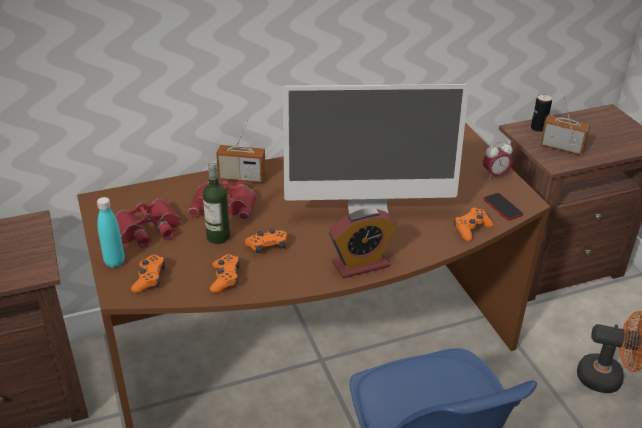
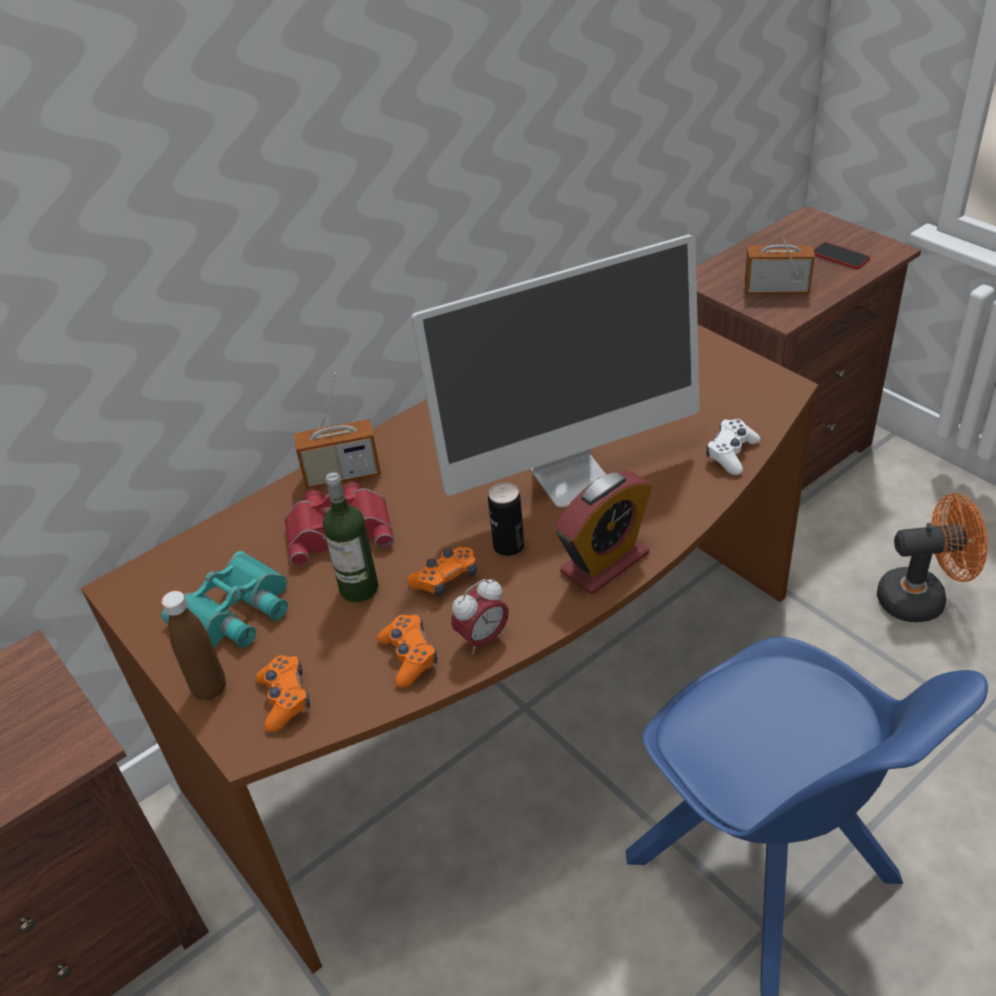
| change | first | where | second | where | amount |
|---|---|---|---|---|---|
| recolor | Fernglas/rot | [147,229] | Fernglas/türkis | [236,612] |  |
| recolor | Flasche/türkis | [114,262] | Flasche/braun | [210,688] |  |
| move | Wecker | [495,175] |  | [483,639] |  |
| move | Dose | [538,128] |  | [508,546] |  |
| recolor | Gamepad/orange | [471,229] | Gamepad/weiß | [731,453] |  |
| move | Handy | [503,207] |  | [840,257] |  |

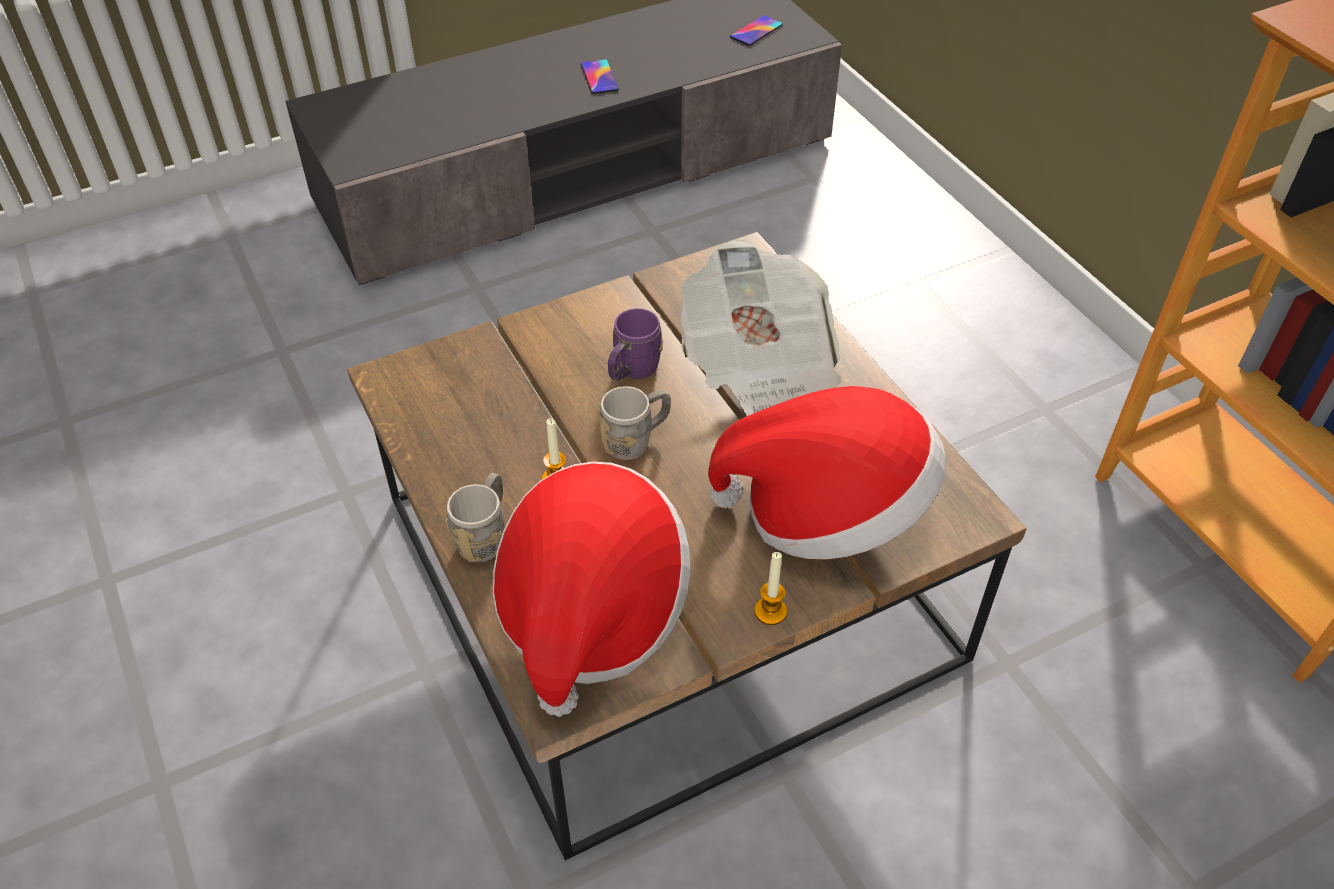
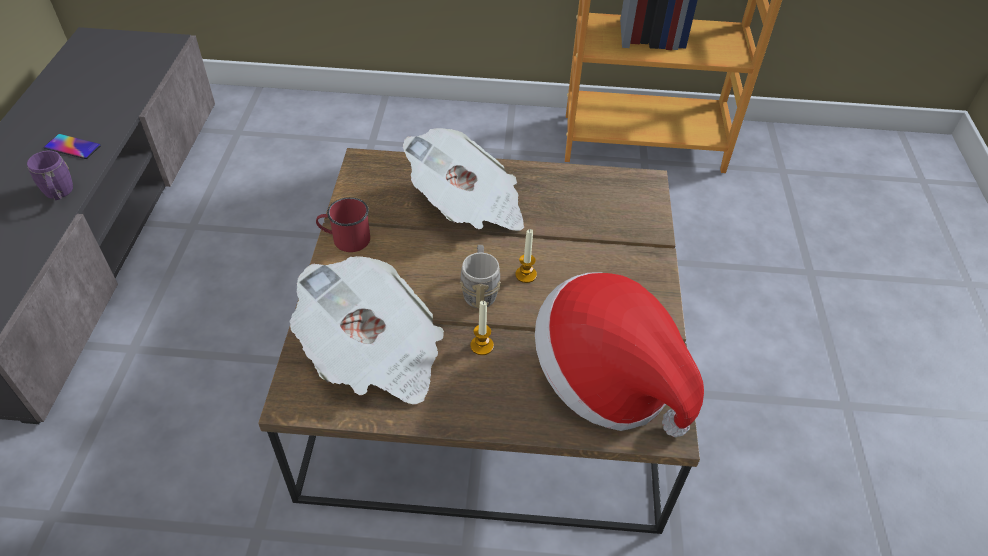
| change | first | where | second | where | amount |
|---|---|---|---|---|---|
| move | Henkelbecher/lila | [632,371] |  | [60,194] |  |
| insert |  |  | Zeitung | [375,355] |  |
| insert |  |  | Henkelbecher/rot | [345,239] |  |
| move | Kerze | [770,611] |  | [526,275] |  |
| delete | Henkelbecher/grau | [485,536] |  |  |  |
| delete | Hut | [827,511] |  |  |  |
| delete | Handy | [756,31] |  |  |  |

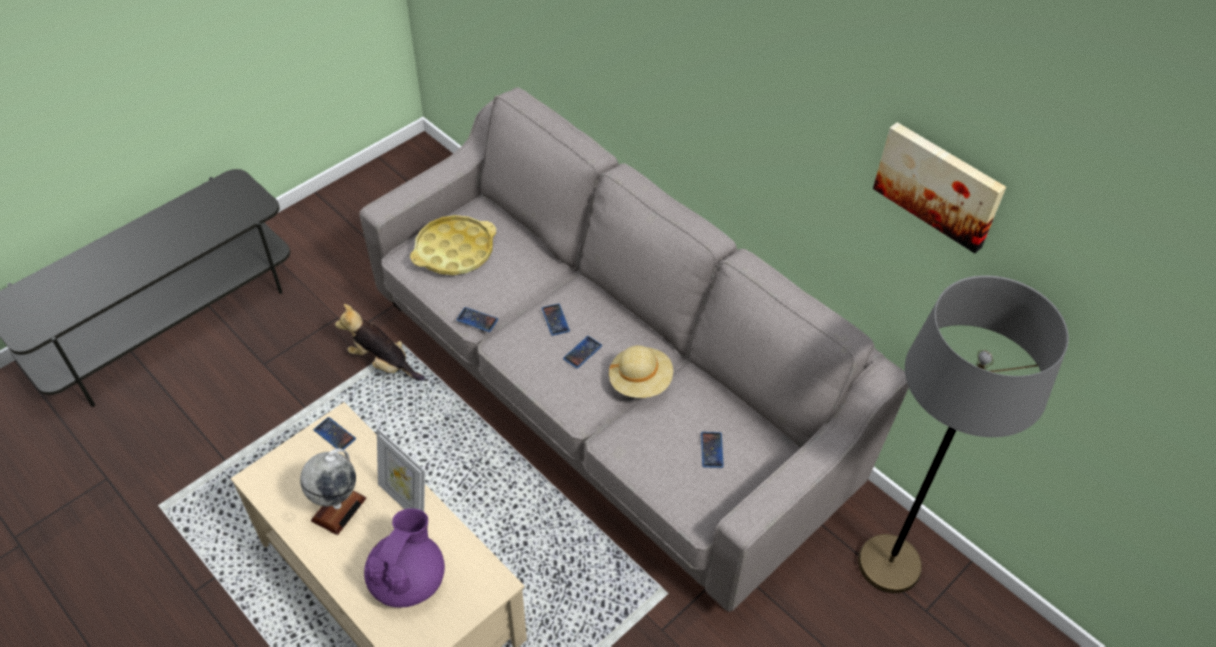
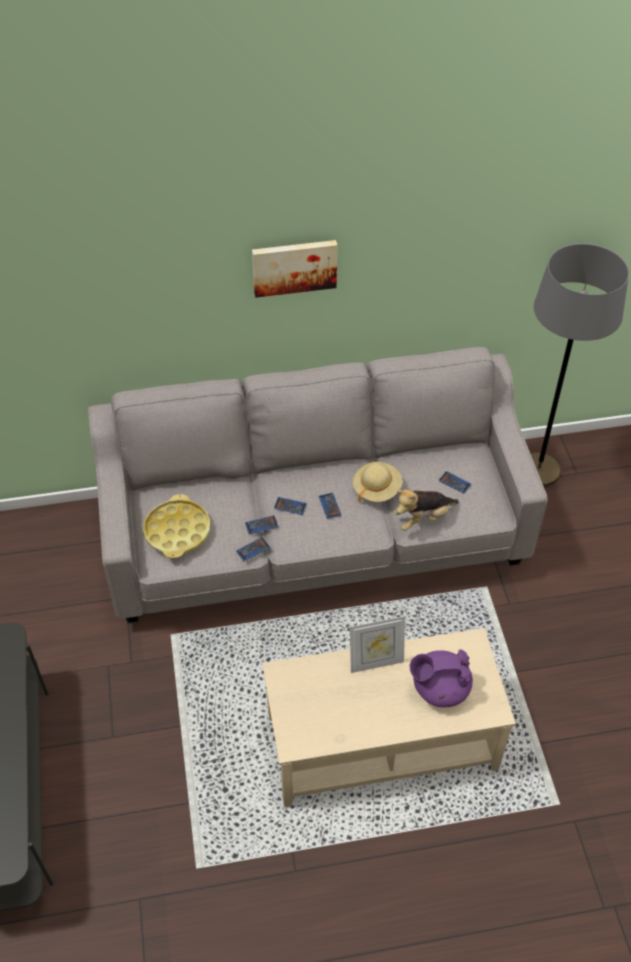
| change | first | where | second | where | amount |
|---|---|---|---|---|---|
| move | Handy | [335,434] |  | [261,525] |  |
| move | Bild | [939,185] |  | [294,266] |  |
| move | Plüschtier | [383,363] |  | [423,518] |  |
| rotate | Teekanne/lila | [408,579] |  | [439,688] | 60 degrees counterclockwise |
| delete | Globus | [338,509] |  |  |  |

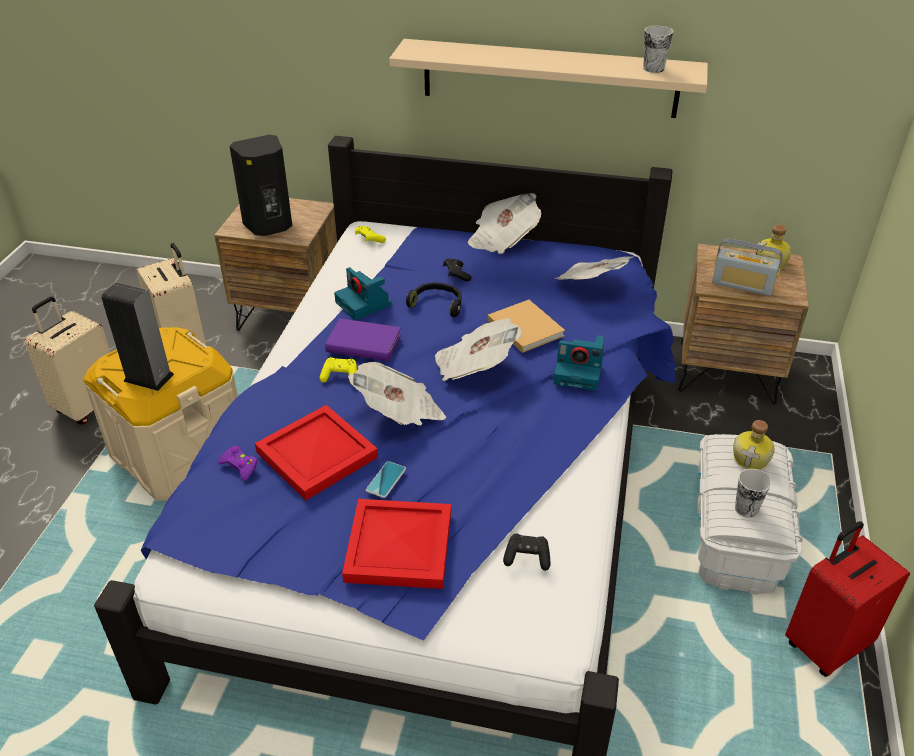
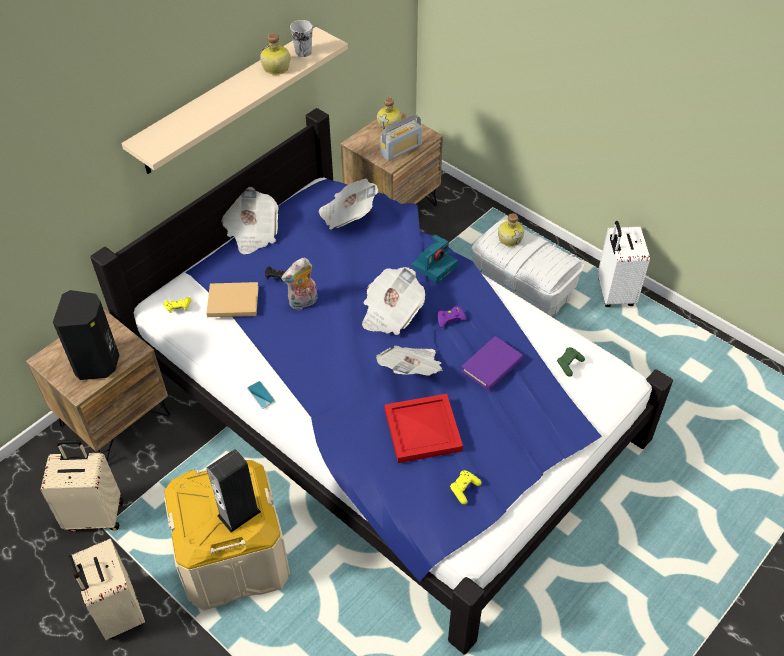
| change | first | where | second | where | amount |
|---|---|---|---|---|---|
| move | Buch/beige | [524,327] |  | [231,301] |  |
| move | Handy | [386,480] |  | [261,395] |  |
| insert |  |  | Flasche | [276,68] |  |
| replace | Kopfhörer/schwarz | [437,304] | Plüschtier | [303,303] |  |
| move | Gamepad/lila | [240,466] |  | [450,319] |  |
| move | Gamepad/gelb | [340,376] |  | [464,489] |  |
| move | Buch/lila | [363,344] |  | [491,365] |  |
| recolor | Gamepad/schwarz | [527,557] | Gamepad/grün | [569,364] |  |
| recolor | Koffer/rot | [825,644] | Koffer/weiß | [614,293] |  |
| delete | Kamera | [364,304] |  |  |  |
| delete | Tablett/rot | [397,545] |  |  |  |
| delete | Tasse | [746,509] |  |  |  |

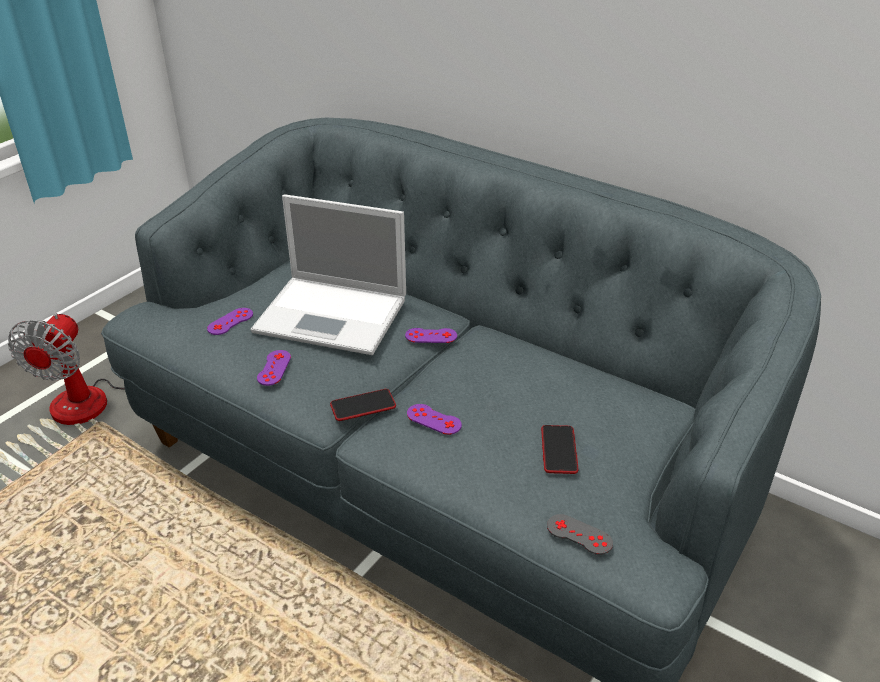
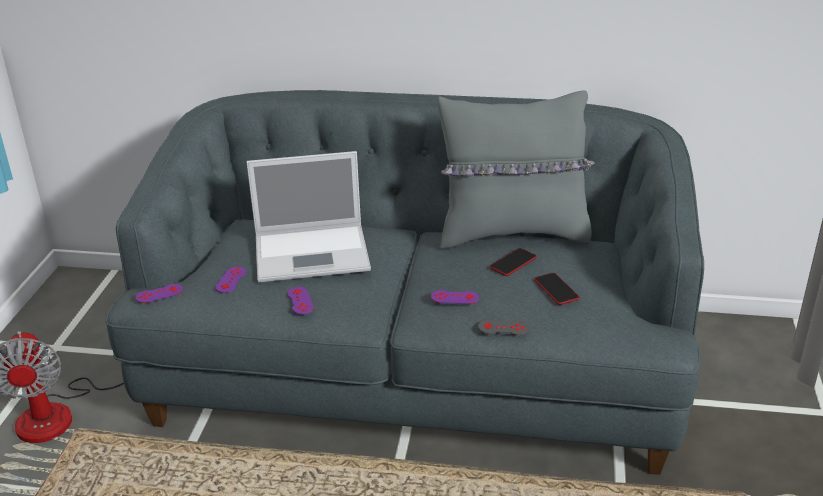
| change | first | where | second | where | amount |
|---|---|---|---|---|---|
| move | Gamepad/lila | [431,336] |  | [159,294] |  |
| insert |  |  | Kissen/grau | [513,233] |  |
| move | Gamepad/grau | [579,534] |  | [503,328] |  |
| move | Handy | [363,406] |  | [513,263] |  |

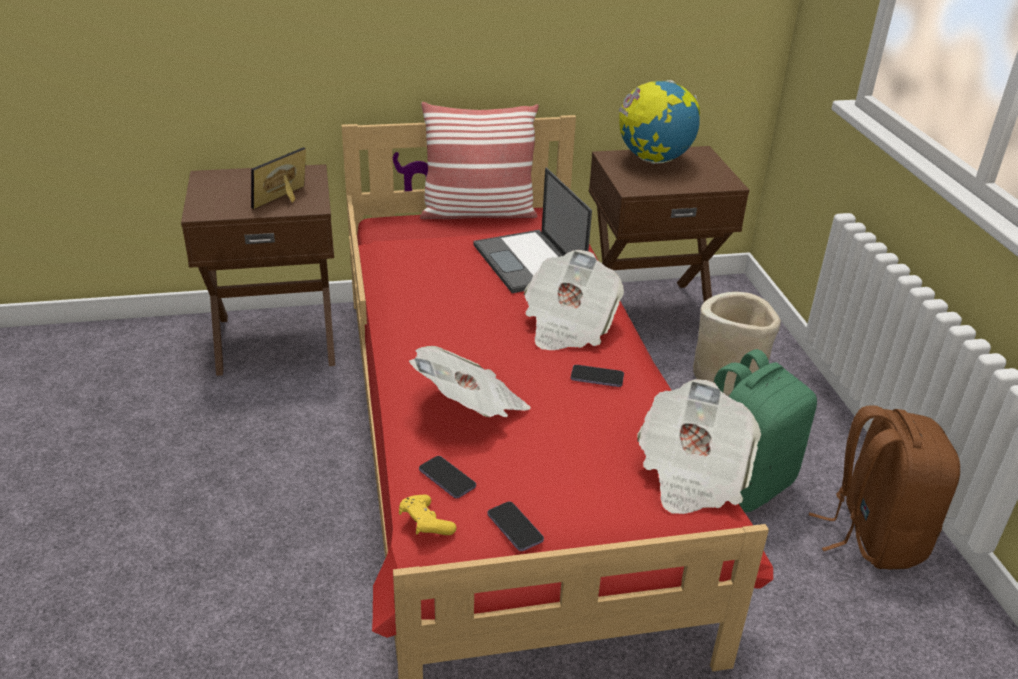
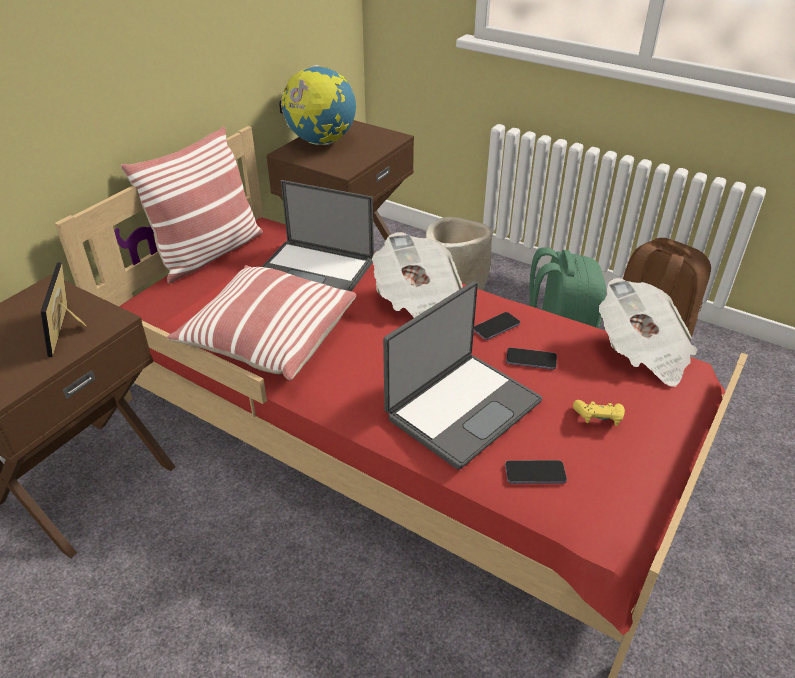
| change | first | where | second | where | amount |
|---|---|---|---|---|---|
| insert |  |  | Kissen | [268,338] |  |
| replace | Zeitung | [471,408] | Laptop | [461,408] |  |
| move | Handy | [515,527] |  | [531,360] |  |
| move | Gamepad/gelb | [425,524] |  | [598,419] |  |

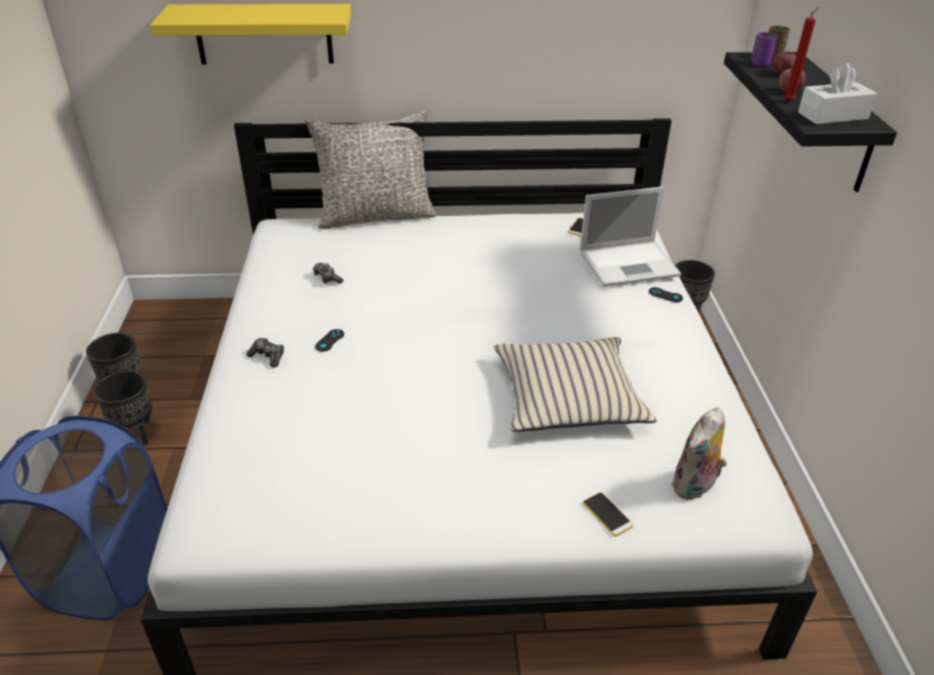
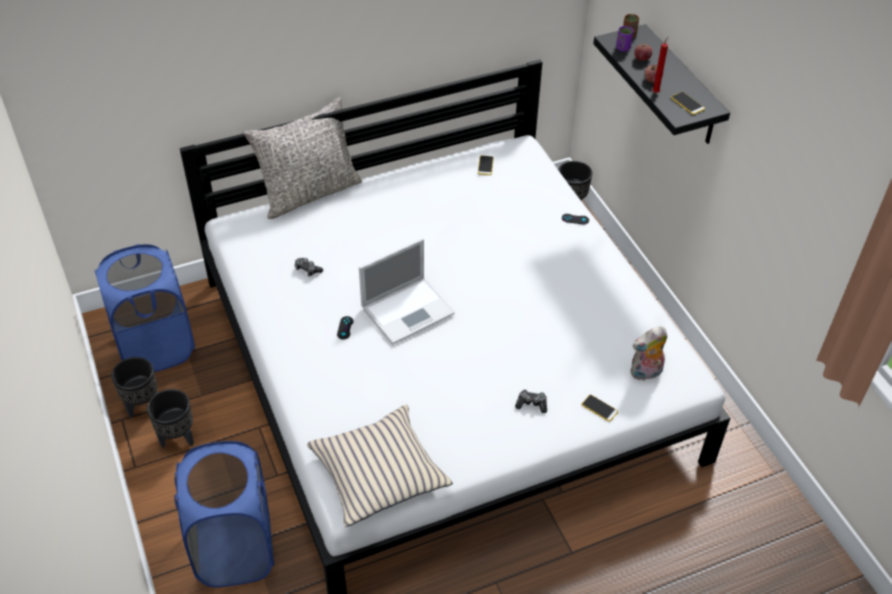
| change | first | where | second | where | amount |
|---|---|---|---|---|---|
| insert |  |  | Wäschekorb/blau | [156,346] |  |
| move | Kissen/beige | [568,396] |  | [378,472] |  |
| move | Laptop | [630,263] |  | [409,310] |  |
| move | Gamepad | [268,356] |  | [531,404] |  |
| rotate | Plüschtier | [695,487] |  | [645,373] | 45 degrees clockwise |
| replace | Taschentuchbox/weiß | [833,115] | Handy | [687,103] |  |
| delete | Wandregal/gelb | [264,34] |  |  |  |

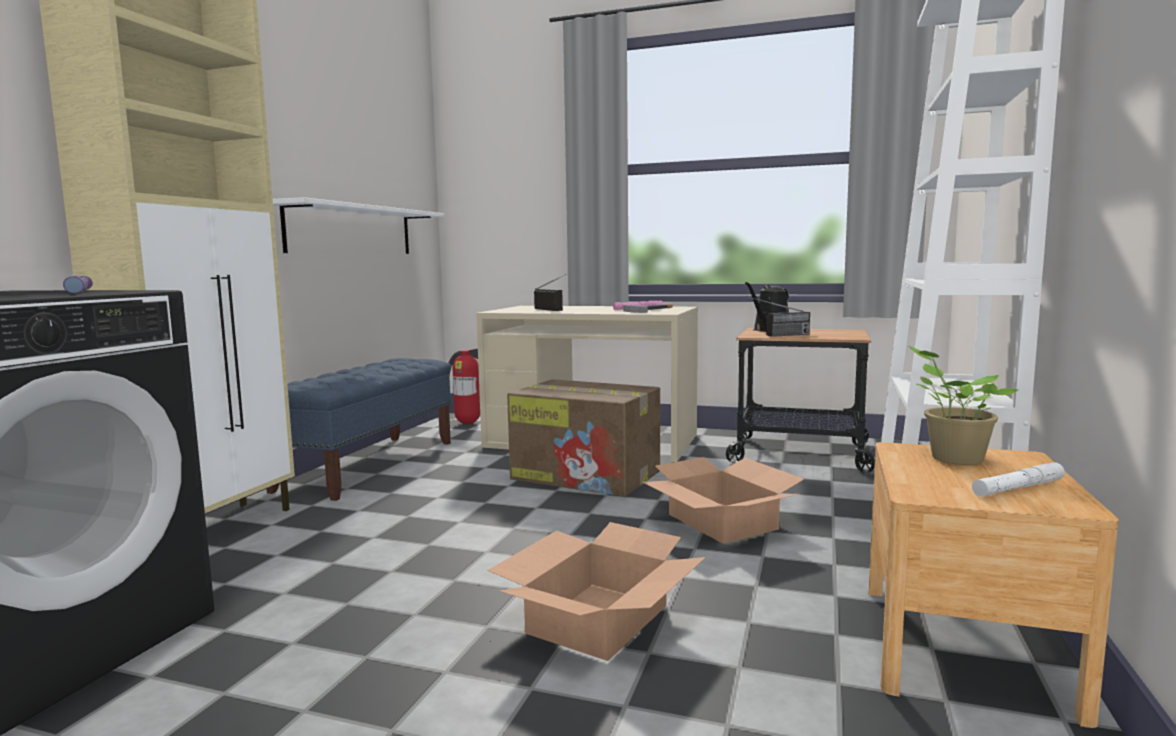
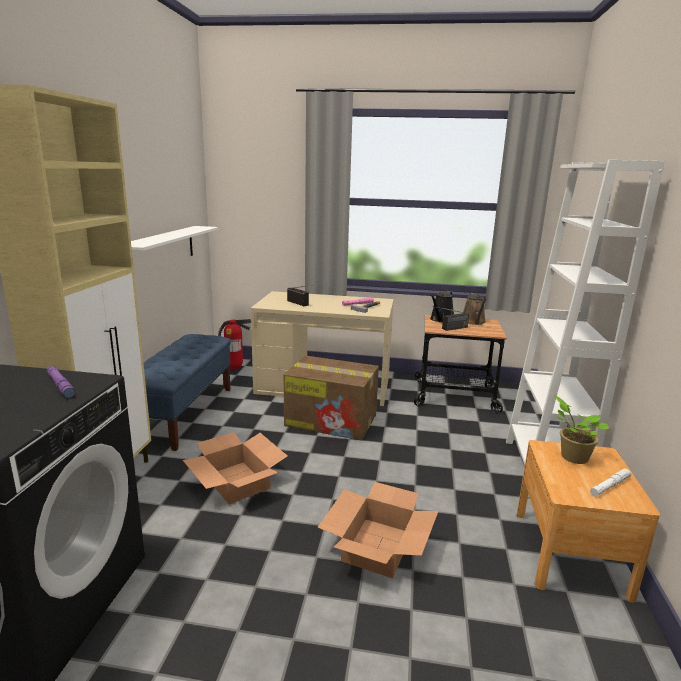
| change | first | where | second | where | amount |
|---|---|---|---|---|---|
| move | Karton | [721,522] |  | [236,482] |  |
| insert |  |  | Gießkanne/braun | [473,322] |  |

